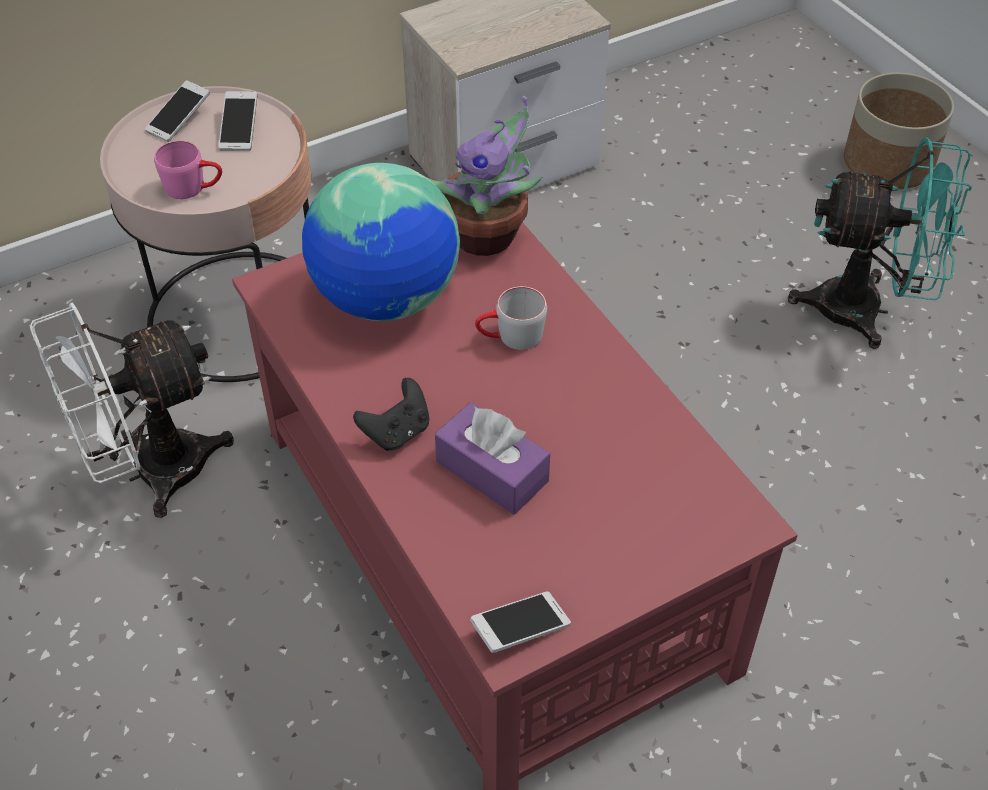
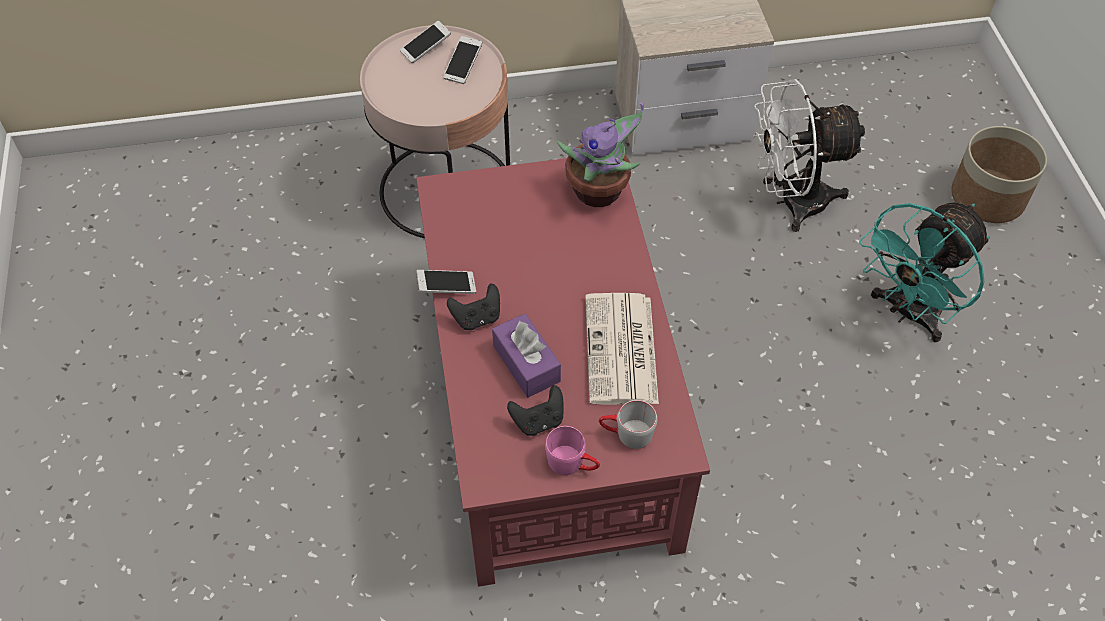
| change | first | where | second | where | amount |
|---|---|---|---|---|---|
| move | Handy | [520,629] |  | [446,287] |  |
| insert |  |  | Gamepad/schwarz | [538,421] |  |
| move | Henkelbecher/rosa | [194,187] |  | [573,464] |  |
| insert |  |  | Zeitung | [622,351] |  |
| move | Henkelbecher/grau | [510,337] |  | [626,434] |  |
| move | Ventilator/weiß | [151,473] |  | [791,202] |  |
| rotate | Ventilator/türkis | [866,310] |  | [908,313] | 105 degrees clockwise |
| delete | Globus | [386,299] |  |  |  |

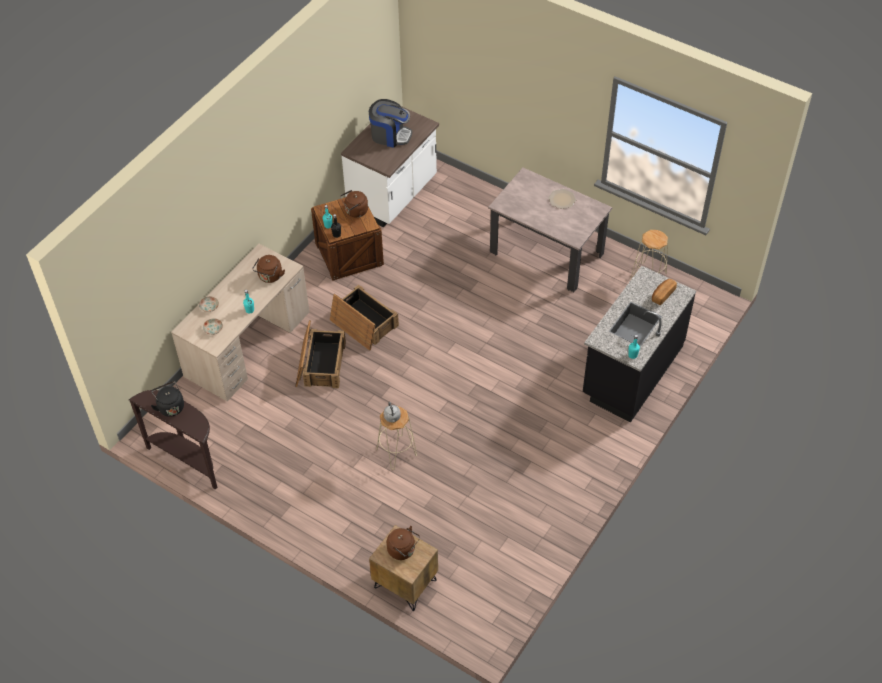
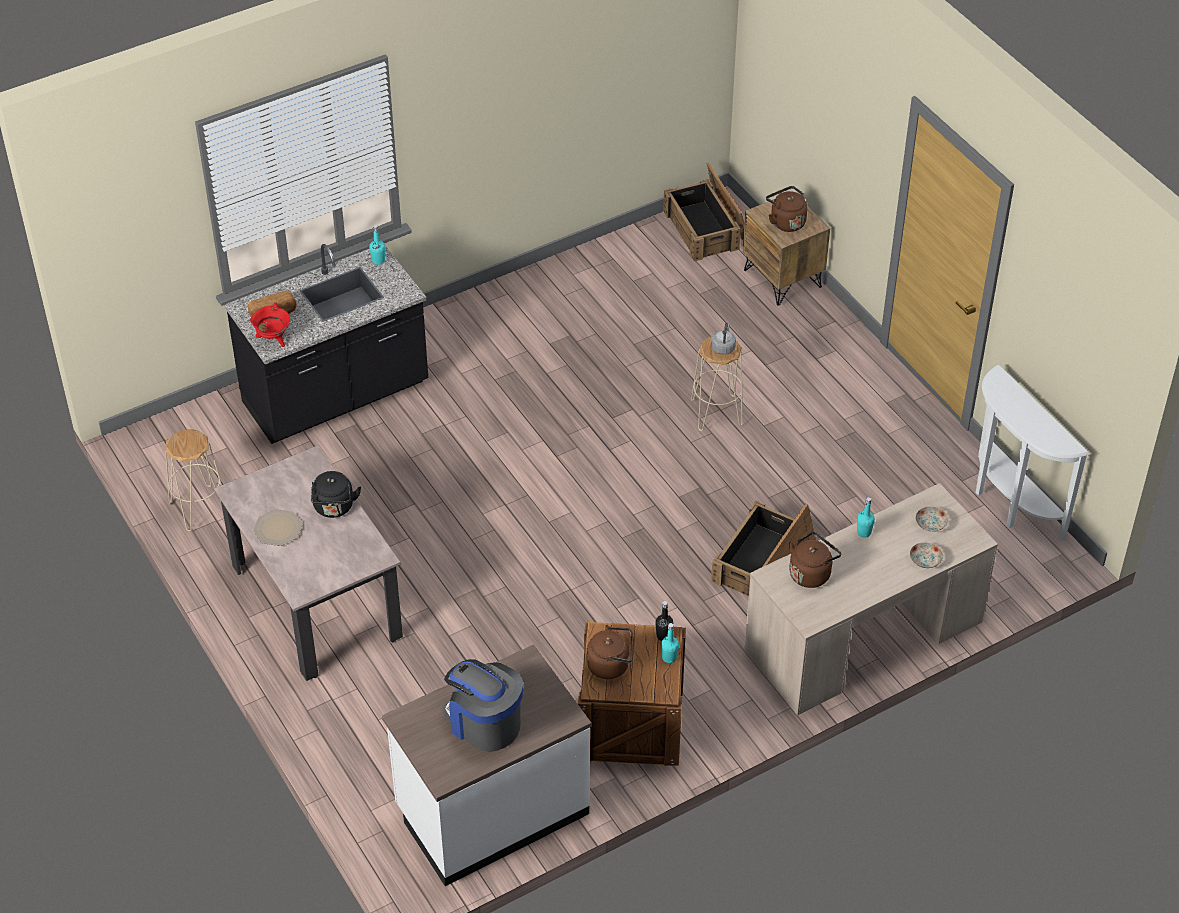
| change | first | where | second | where | amount |
|---|---|---|---|---|---|
| insert |  |  | Kochtopf/rot | [273,339] |  |
| move | Wasserkessel/schwarz | [170,406] |  | [334,508] |  |
| move | Kiste | [363,323] |  | [707,228] |  |
| recolor | Konsolentisch/braun | [188,460] | Konsolentisch/weiß | [1008,503] |  |

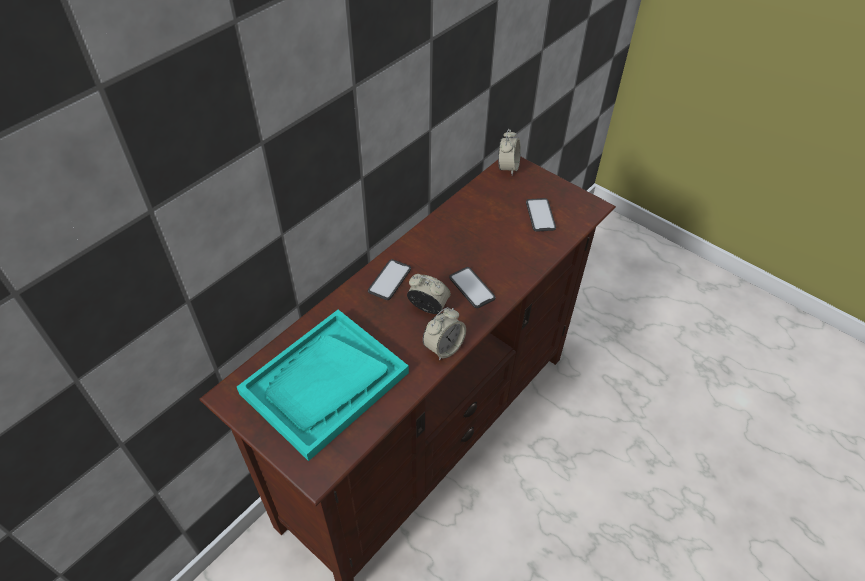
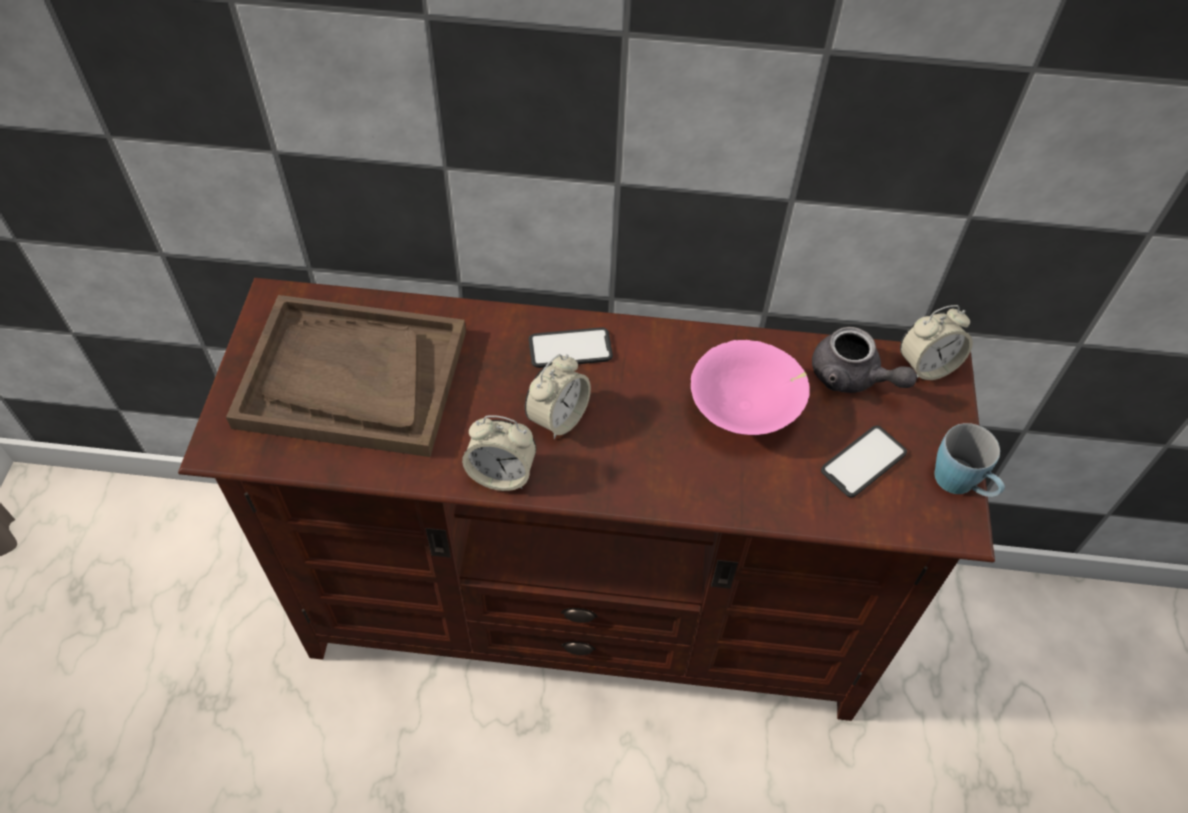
| change | first | where | second | where | amount |
|---|---|---|---|---|---|
| recolor | Tablett/türkis | [325,384] | Tablett/braun | [351,379] |  |
| rotate | Wecker | [428,307] |  | [558,418] | 45 degrees clockwise |
| insert |  |  | Schüssel/rosa | [746,410] |  |
| insert |  |  | Teekanne/grau | [852,378] |  |
| insert |  |  | Henkelbecher/blau | [961,485] |  |
| delete | Handy | [472,288] |  |  |  |

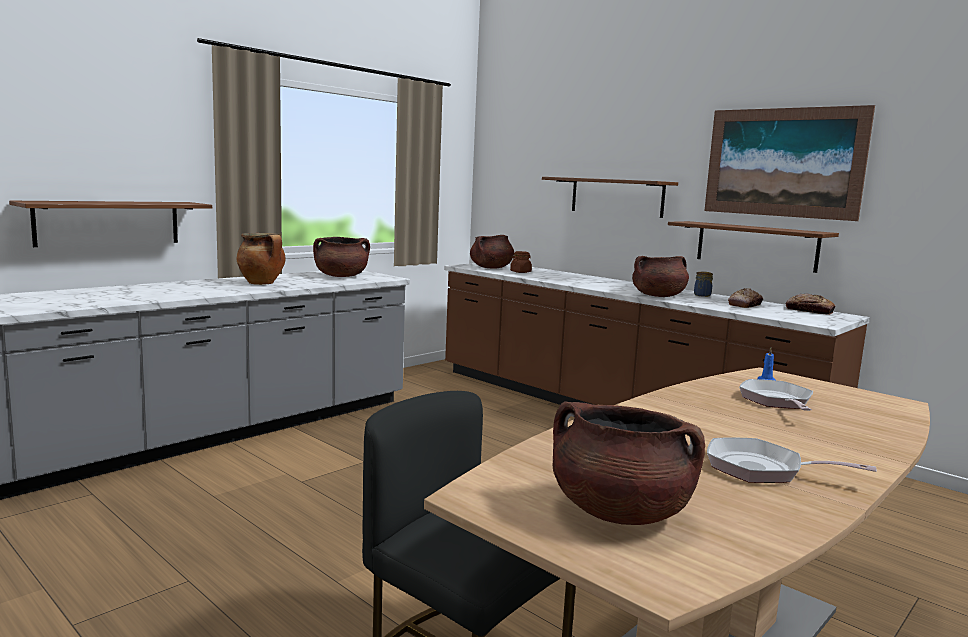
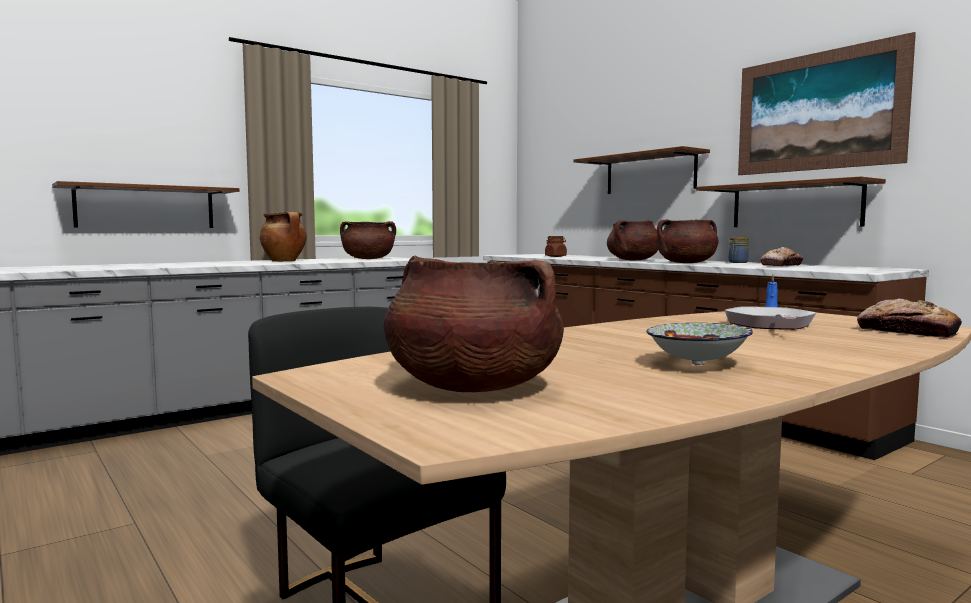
| change | first | where | second | where | amount |
|---|---|---|---|---|---|
| move | Kochtopf/braun | [491,268] |  | [633,260] |  |
| replace | Pfanne | [762,469] | Schüssel | [699,364] |  |
| move | Brot | [809,311] |  | [907,332] |  |

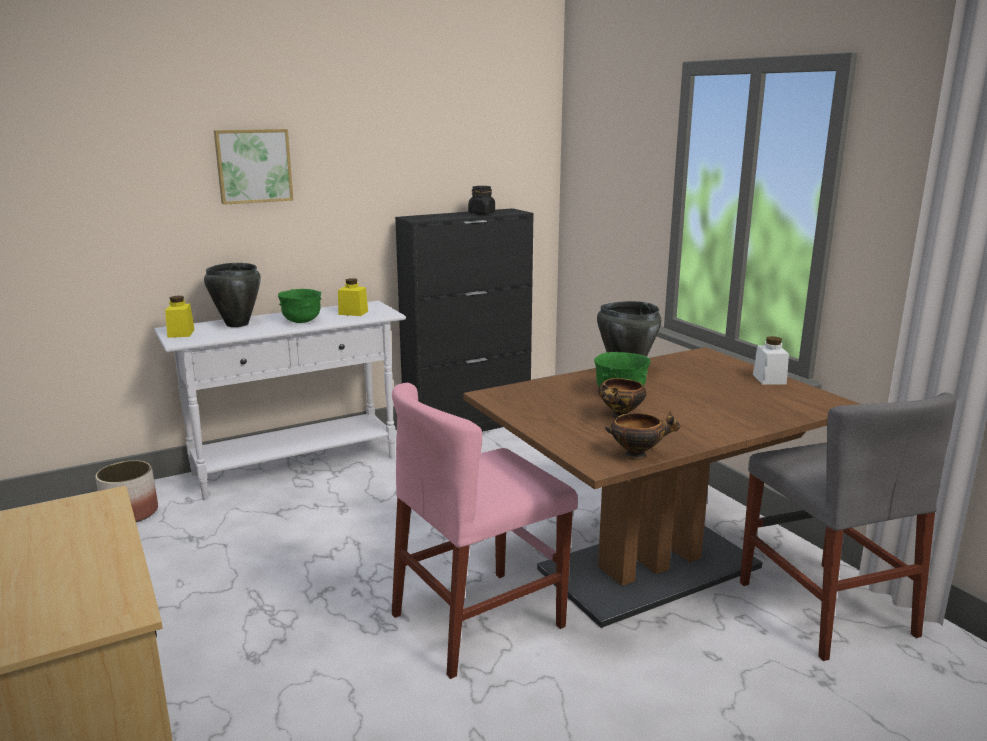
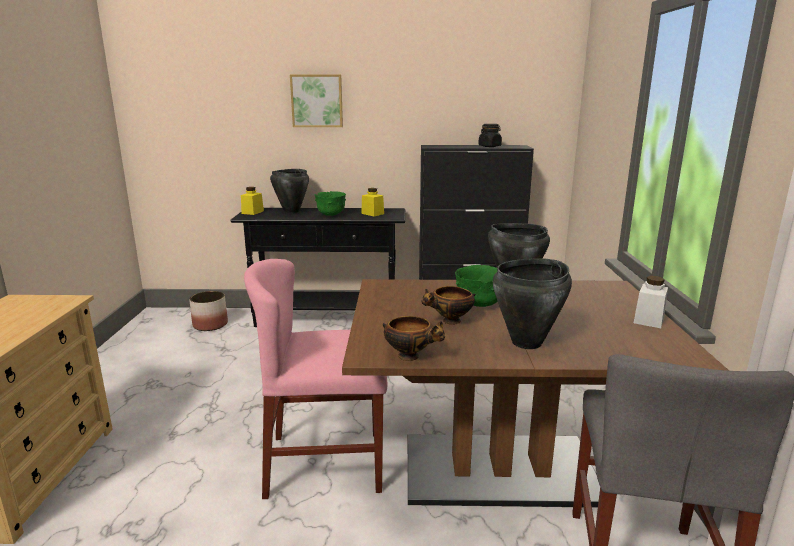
| change | first | where | second | where | amount |
|---|---|---|---|---|---|
| recolor | Konsolentisch/weiß | [296,466] | Konsolentisch/schwarz | [327,318] |  |
| insert |  |  | Kochtopf/schwarz | [527,343] |  |

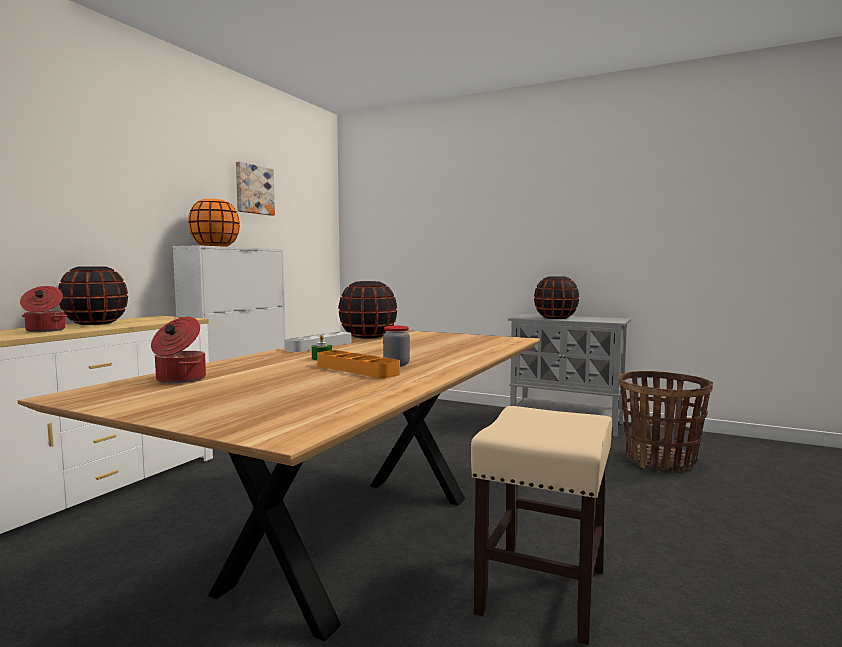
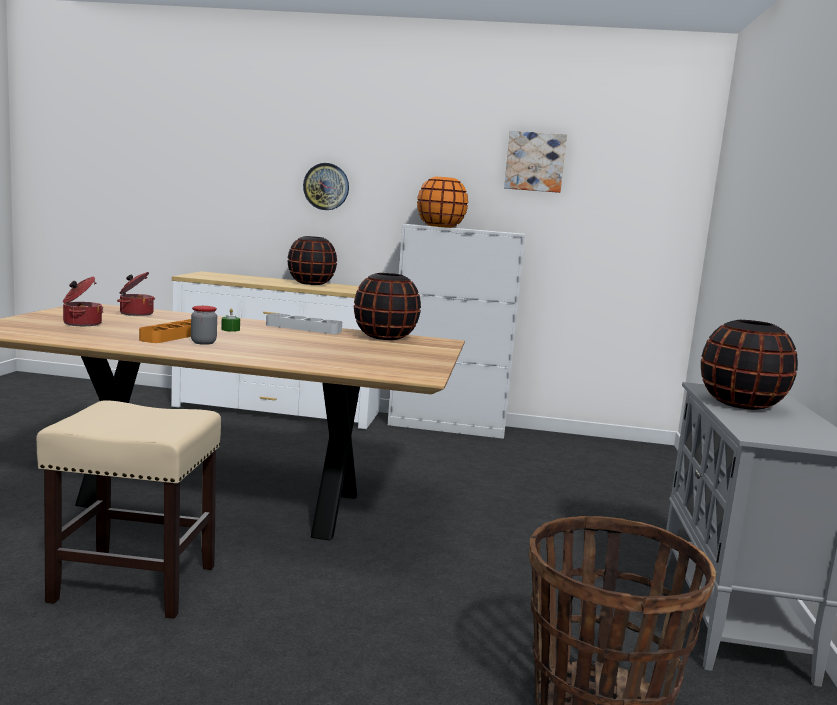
| change | first | where | second | where | amount |
|---|---|---|---|---|---|
| move | Kochtopf | [44,330] |  | [81,323] |  |
| insert |  |  | Wanduhr | [326,186] |  |

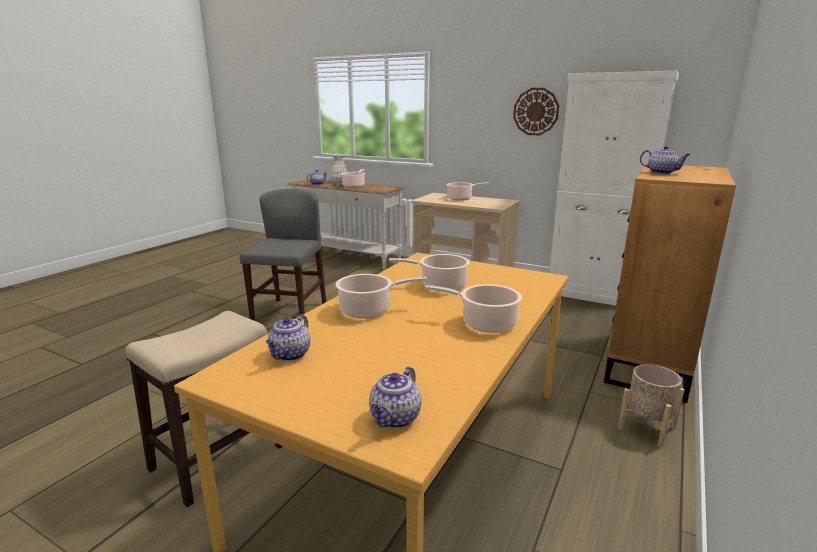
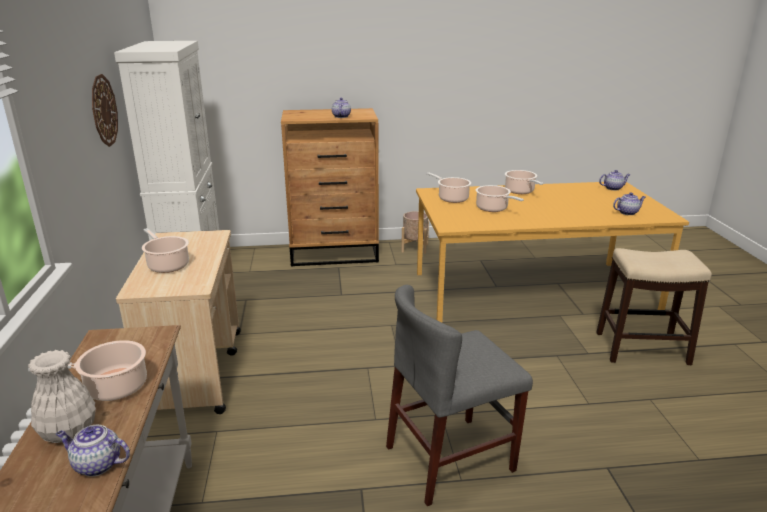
| change | first | where | second | where | amount |
|---|---|---|---|---|---|
| move | Kochtopf | [368,310] |  | [451,198] |  |

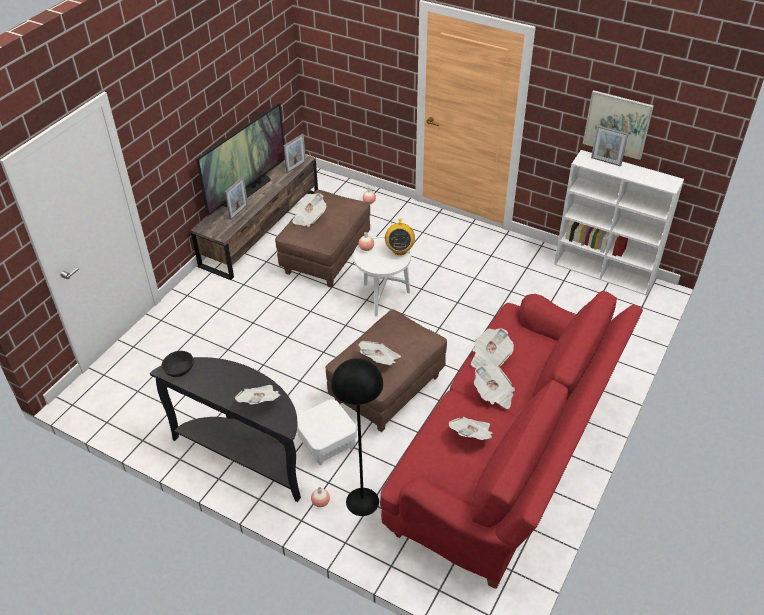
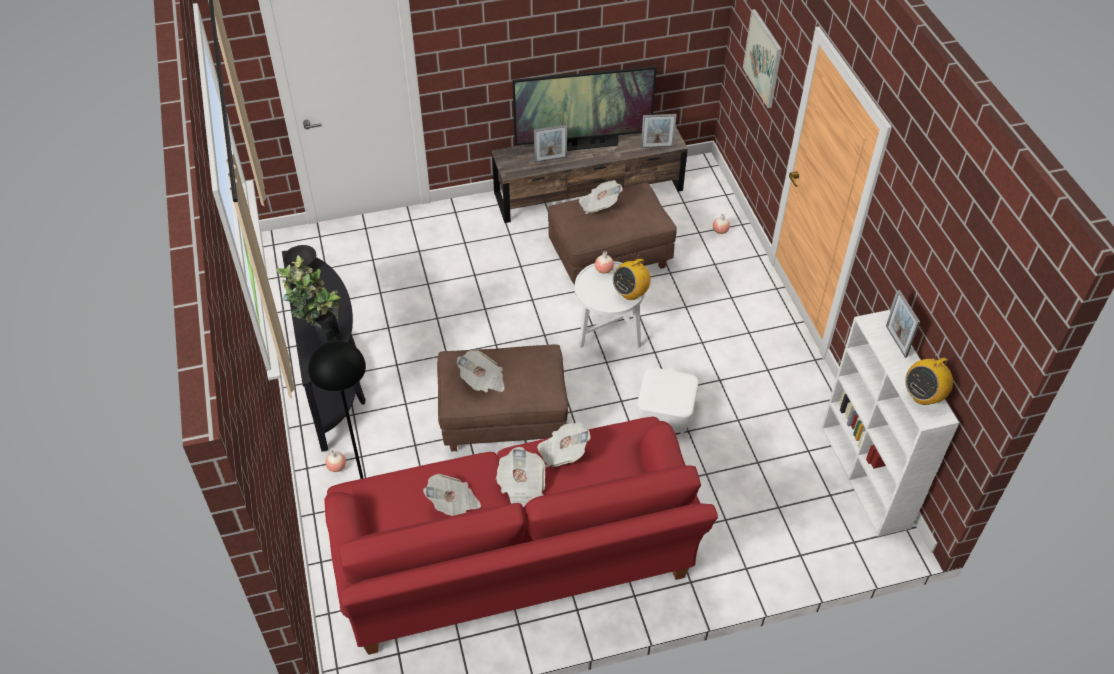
| change | first | where | second | where | amount |
|---|---|---|---|---|---|
| replace | Zeitung | [260,402] | Topfpflanze | [320,336] |  |
| move | Polsterhocker/weiß | [326,444] |  | [665,413] |  |
| move | Bild | [617,124] |  | [763,58] |  |
| insert |  |  | Radio | [923,396] |  |

